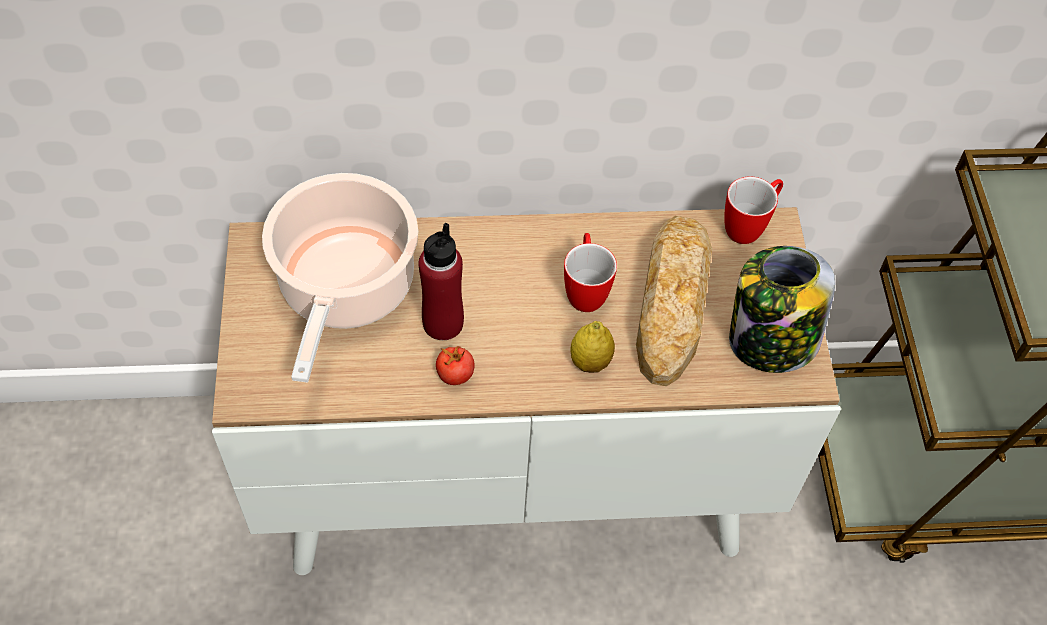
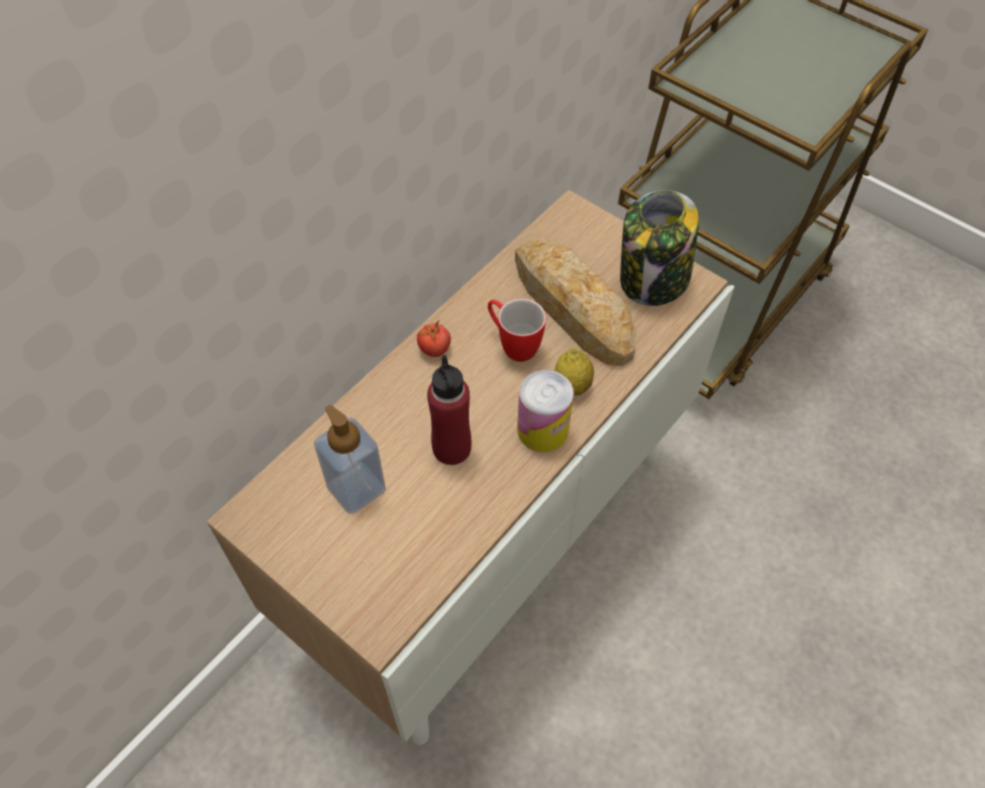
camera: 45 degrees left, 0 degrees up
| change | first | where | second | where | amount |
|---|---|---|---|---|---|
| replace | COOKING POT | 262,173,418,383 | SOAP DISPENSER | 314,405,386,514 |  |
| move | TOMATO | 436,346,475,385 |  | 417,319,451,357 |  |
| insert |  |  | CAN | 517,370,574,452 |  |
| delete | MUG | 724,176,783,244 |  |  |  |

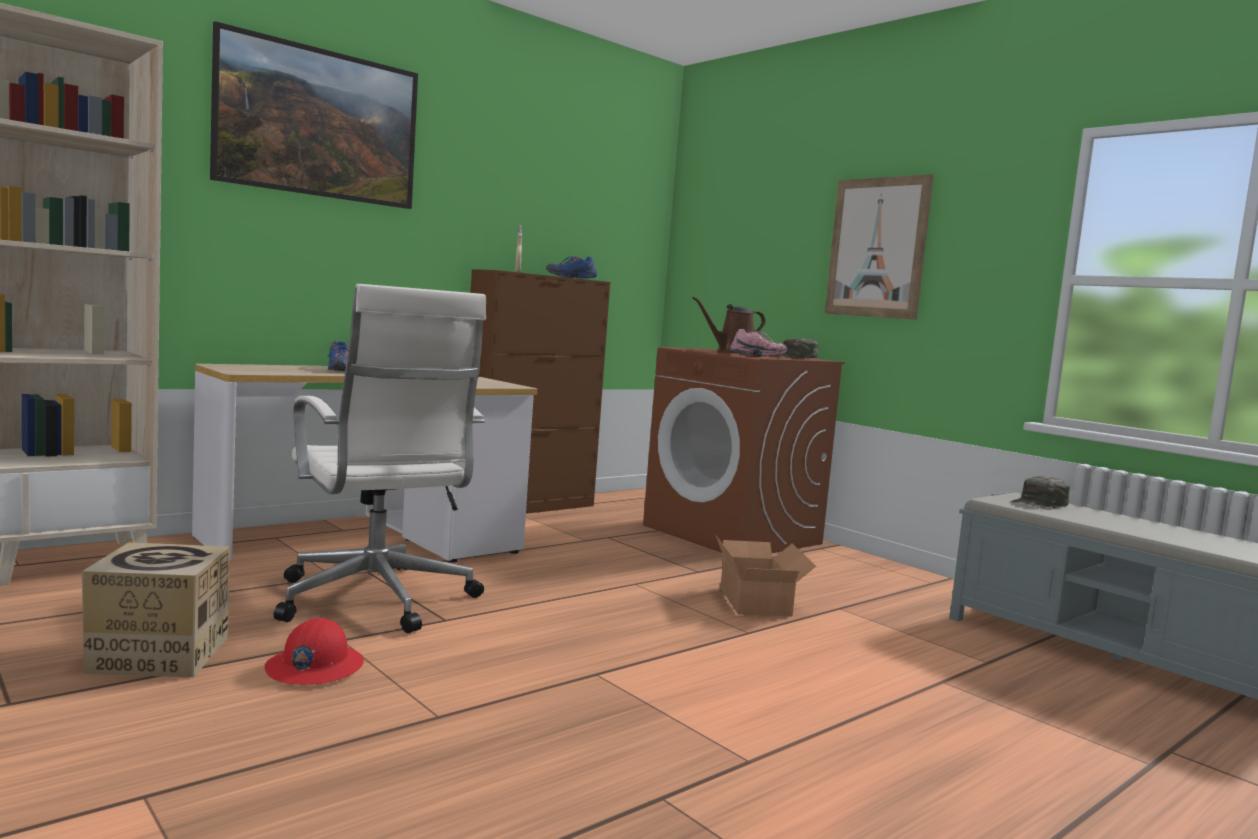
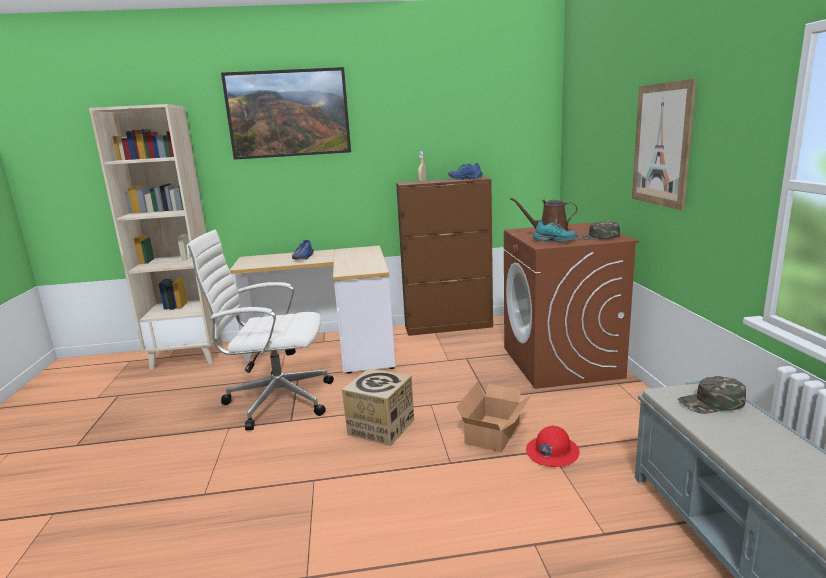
camera: 35 degrees right, 10 degrees up
| change | first | where | second | where | amount |
|---|---|---|---|---|---|
| rotate | WHITE OFFICE CHAIR | 274,284,486,633 |  | 187,230,334,430 | 90 degrees clockwise |
| move | CARDBOARD BOX | 82,542,230,677 |  | 342,368,414,446 |  |
| move | RED HARD HAT | 265,618,364,685 |  | 526,426,580,467 |  |
| recolor | PINK SHOE | 730,329,787,356 | TURQUOISE SHOE | 533,221,578,242 |  |

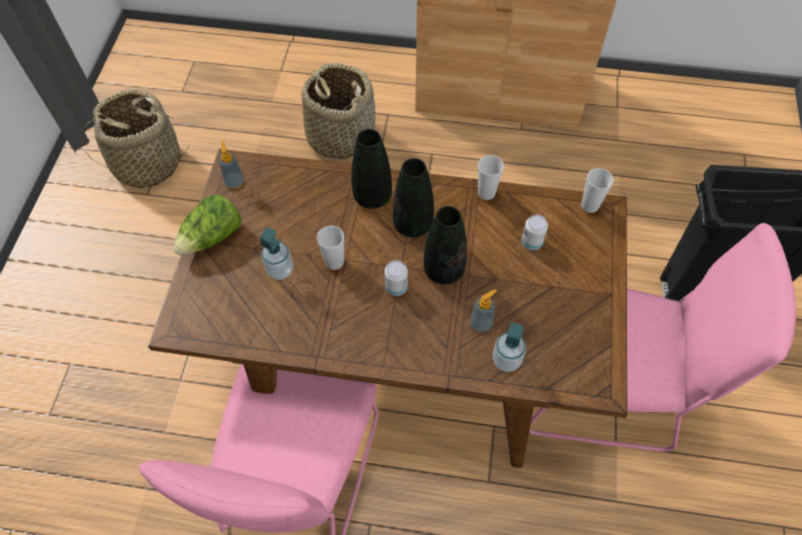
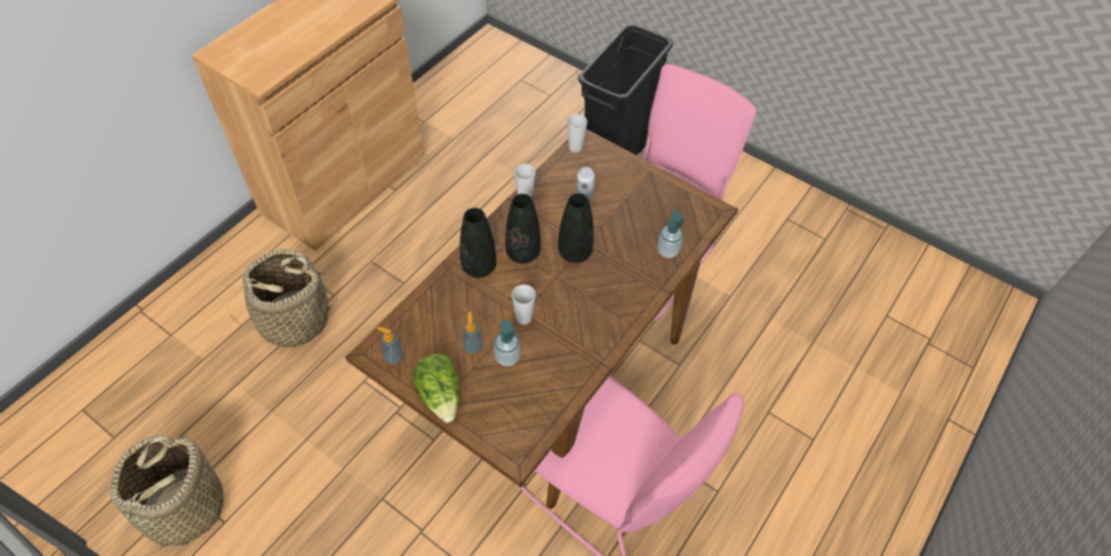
camera: 65 degrees left, 5 degrees down
| change | first | where | second | where | amount |
|---|---|---|---|---|---|
| move | SOAP DISPENSER | 470,289,497,332 |  | 462,311,483,354 |  |
| delete | CAN | 384,260,408,296 |  |  |  |

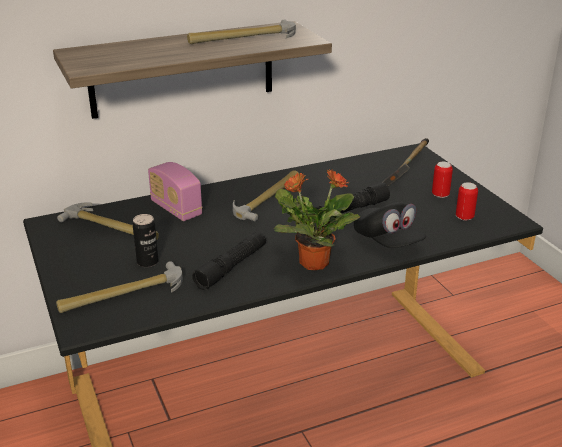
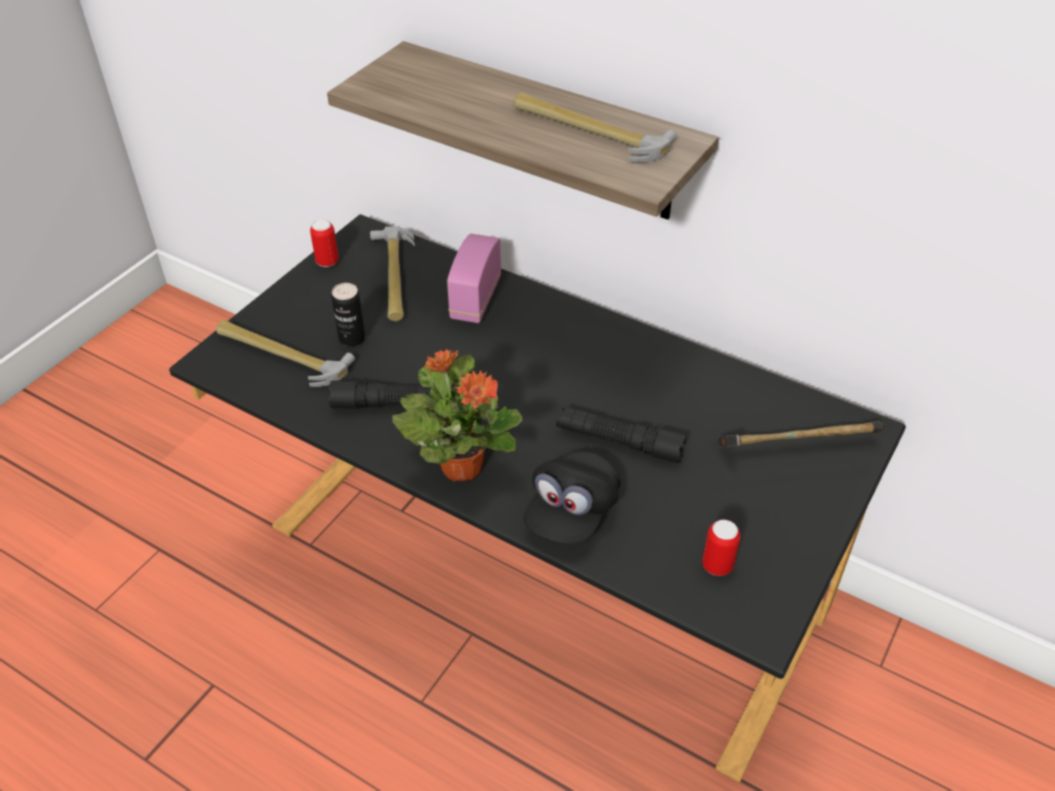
camera: 55 degrees right, 15 degrees up
| change | first | where | second | where | amount |
|---|---|---|---|---|---|
| move | CAN | 432,162,453,198 |  | 310,220,339,267 |  |
| delete | HAMMER | 233,170,299,221 |  |  |  |

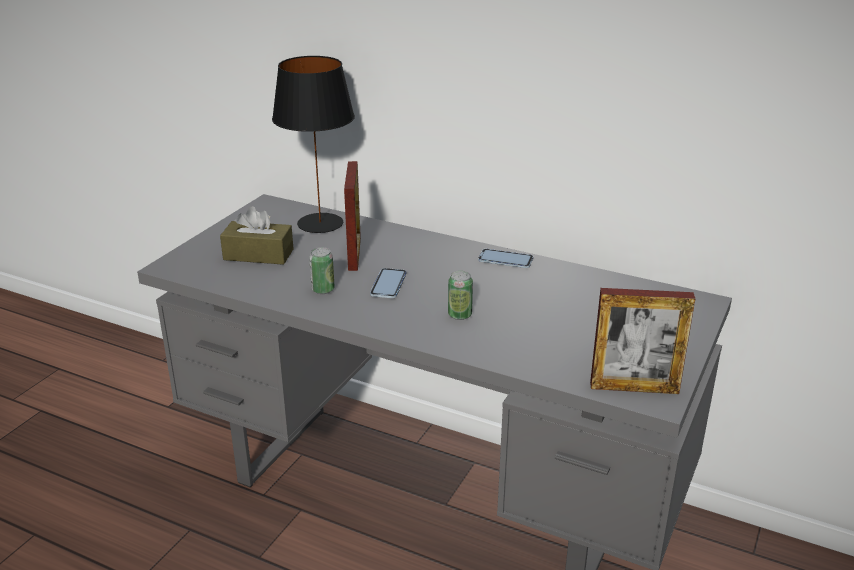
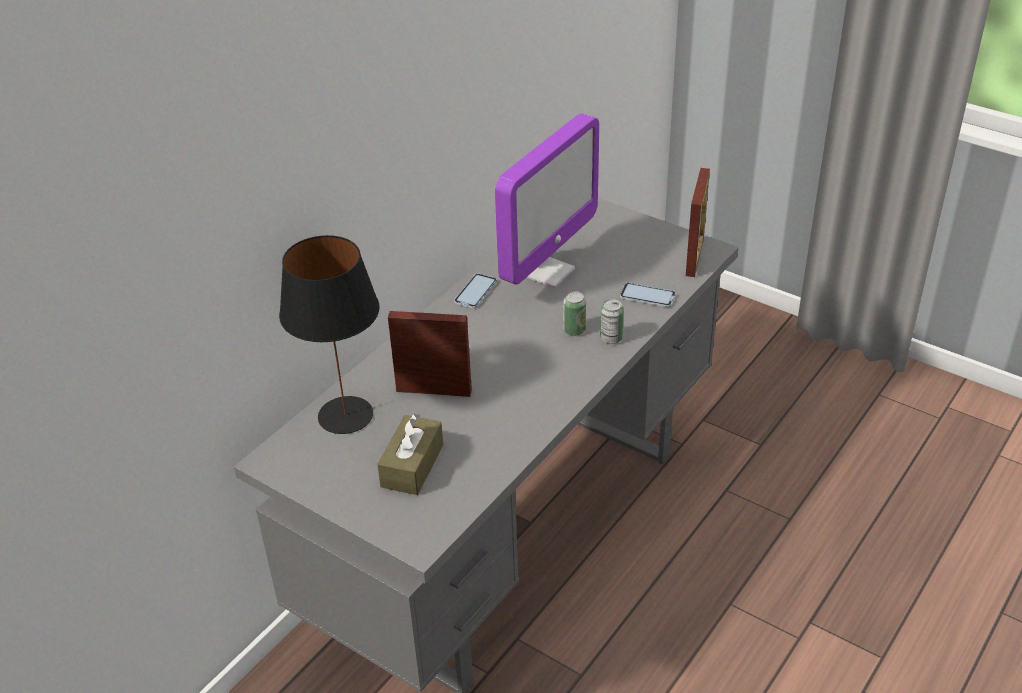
camera: 80 degrees left, 10 degrees up
| change | first | where | second | where | amount |
|---|---|---|---|---|---|
| insert |  |  | MONITOR | 495,113,599,288 |  |
| move | CAN | 309,247,335,294 |  | 600,299,624,344 |  |
| move | PHONE | 370,268,406,298 |  | 620,283,676,307 |  |

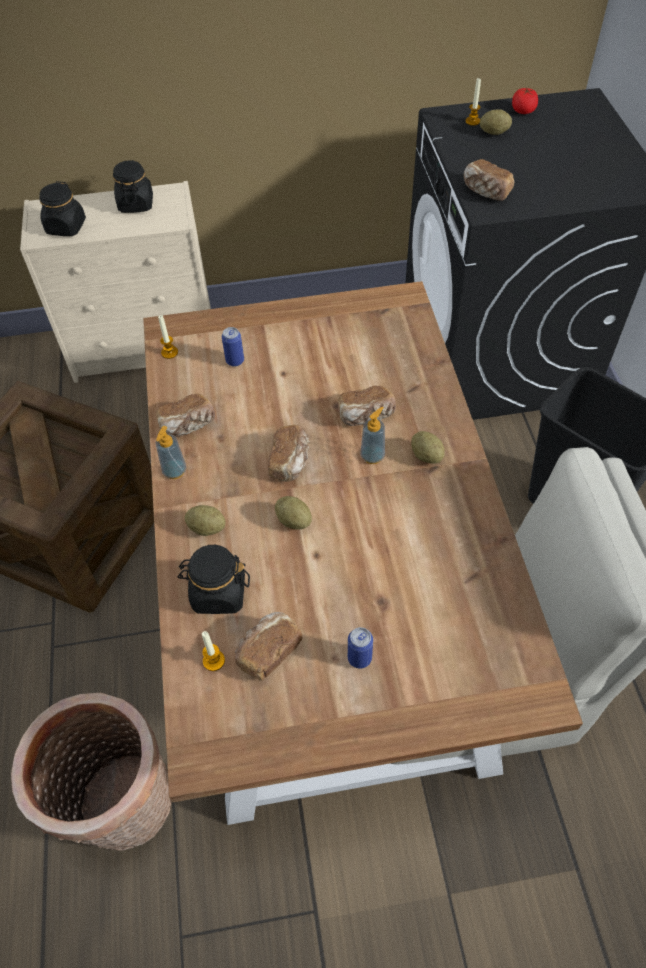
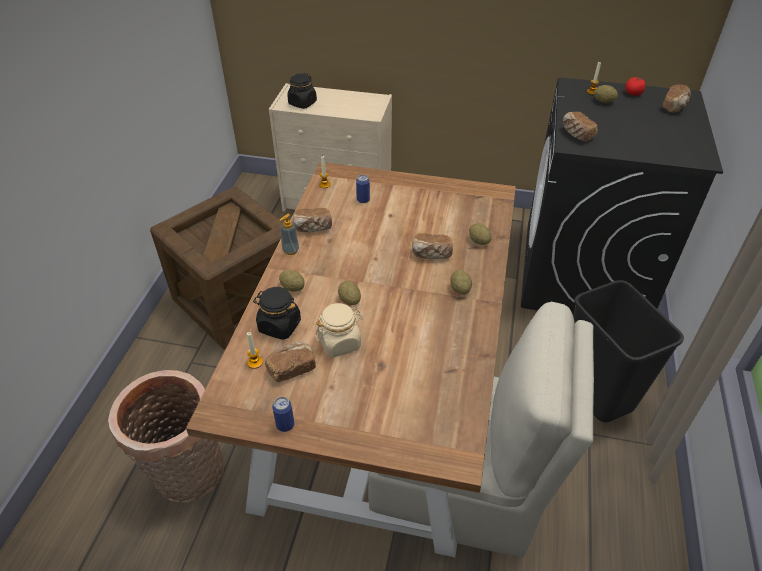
camera: 20 degrees right, 10 degrees down
| change | first | where | second | where | amount |
|---|---|---|---|---|---|
| move | CAN | 348,627,373,669 |  | 272,397,294,432 |  |
| insert |  |  | BEIGE JAR | 315,303,363,358 |  |
| insert |  |  | POTATO | 469,223,492,245 |  |
| move | BREAD | 268,425,310,482 |  | 663,85,691,113 |  |
| delete | BLACK JAR | 113,160,153,213 |  |  |  |
| delete | SOAP DISPENSER | 360,407,385,464 |  |  |  |

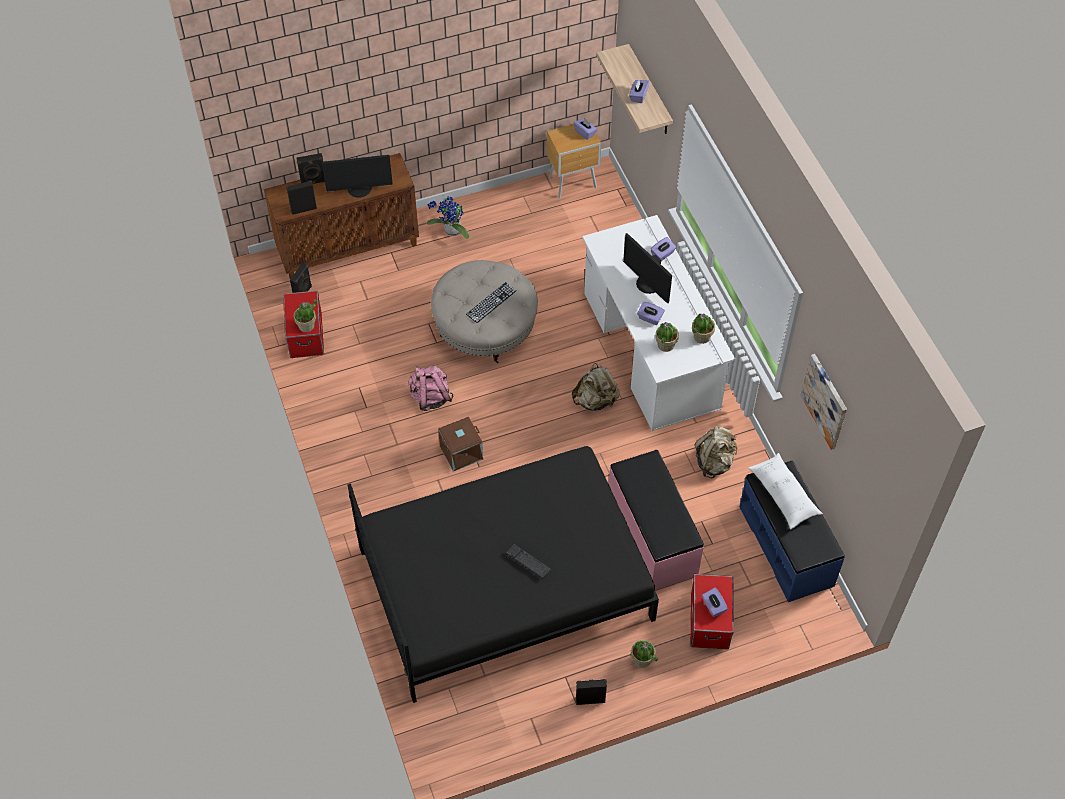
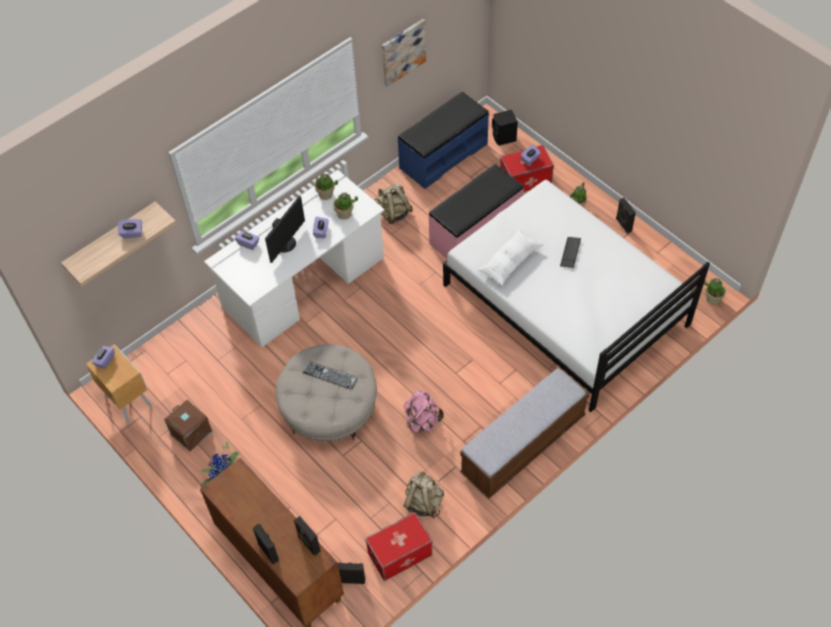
camera: 110 degrees left, 0 degrees up
| change | first | where | second | where | amount |
|---|---|---|---|---|---|
| move | BROWN STORAGE BOX | 438,417,483,472 |  | 164,400,212,451 |  |
| move | BEIGE BACKPACK | 572,363,620,411 |  | 403,470,444,519 |  |
| recolor | BLACK BED | 347,446,659,703 | WHITE BED | 443,180,710,412 |  |
| insert |  |  | BENCH | 460,368,590,499 |  |
| move | WHITE PILLOW | 748,453,823,530 |  | 478,229,543,286 |  |
| insert |  |  | BLACK SPEAKER | 492,110,518,146 |  |
| move | POTTED PLANT | 293,299,317,332 |  | 704,277,726,305 |  |
| delete | MONITOR | 322,155,393,198 |  |  |  |

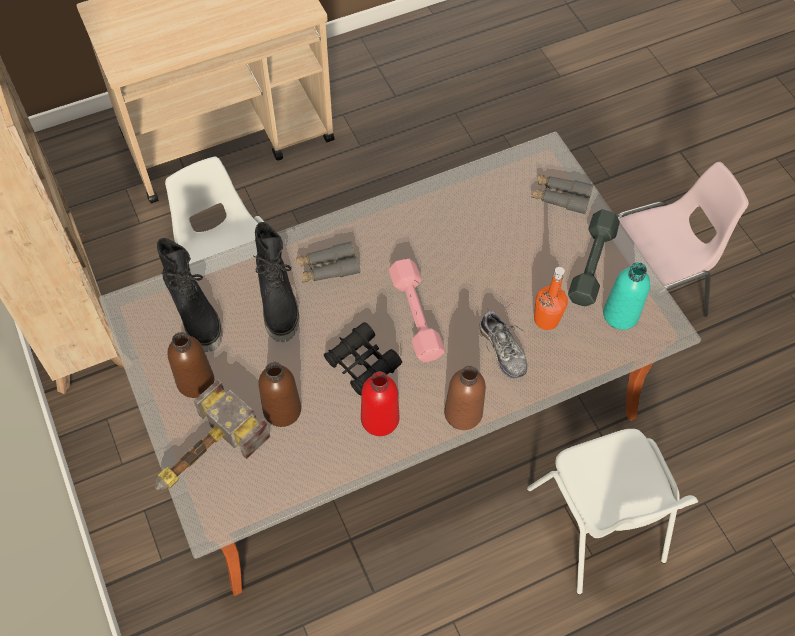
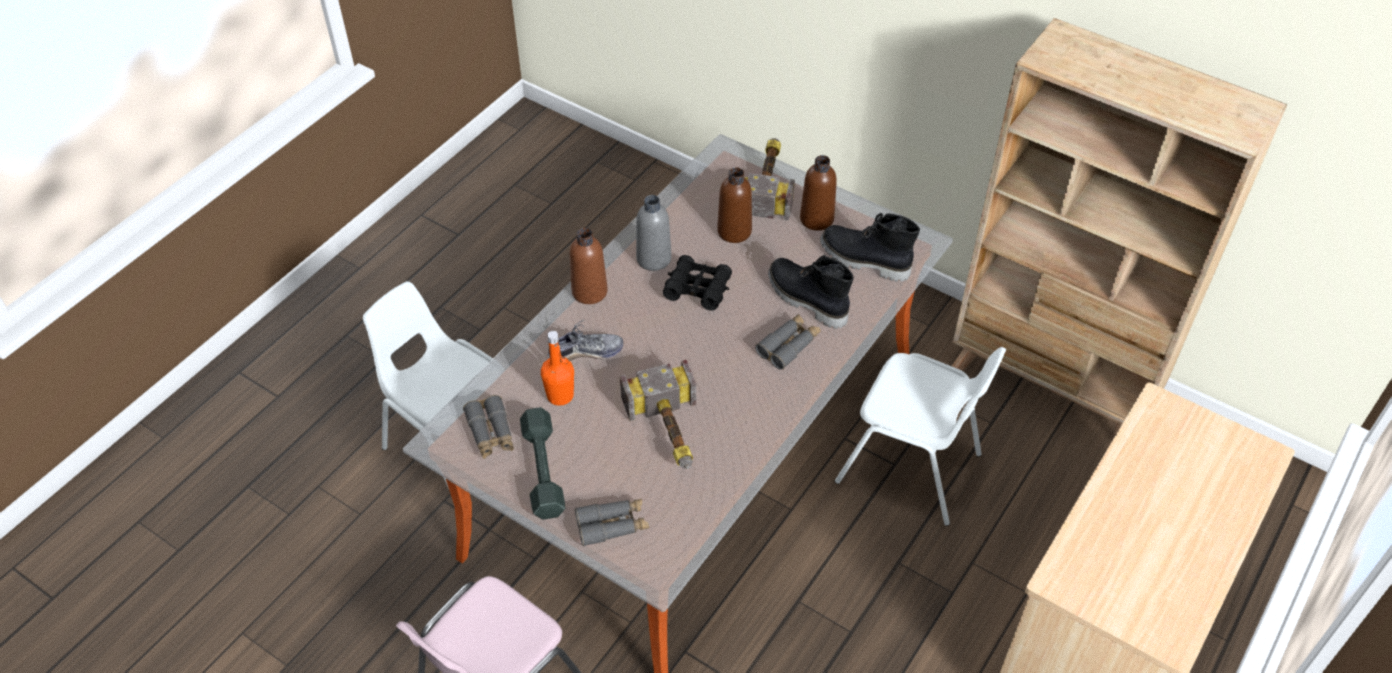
camera: 150 degrees right, 10 degrees down
| change | first | where | second | where | amount |
|---|---|---|---|---|---|
| replace | TURQUOISE BOTTLE | 603,262,650,330 | GREY BINOCULARS | 463,395,514,459 |  |
| rotate | SHOE | 479,308,528,378 |  | 547,320,623,361 | 135 degrees clockwise |
| insert |  |  | HAMMER | 620,360,696,469 |  |
| recolor | RED BOTTLE | 361,371,399,436 | GREY BOTTLE | 636,195,672,271 |  |
| delete | PINK DUMBBELL | 389,258,445,362 |  |  |  |

